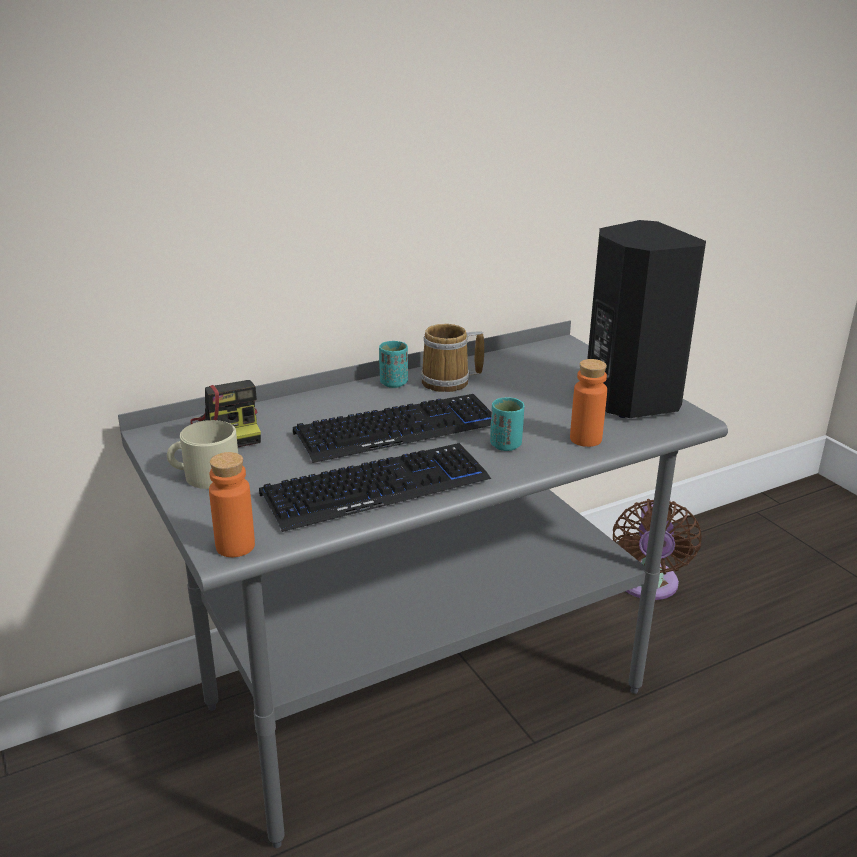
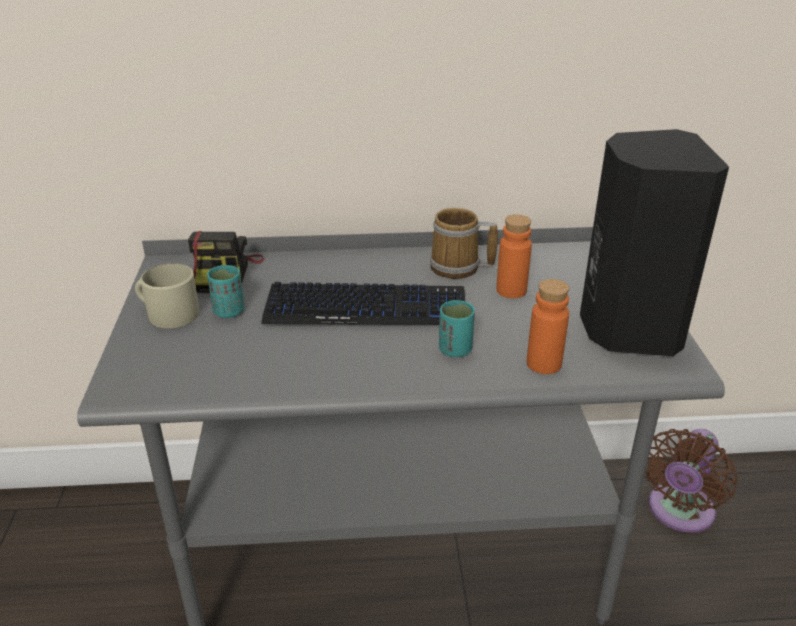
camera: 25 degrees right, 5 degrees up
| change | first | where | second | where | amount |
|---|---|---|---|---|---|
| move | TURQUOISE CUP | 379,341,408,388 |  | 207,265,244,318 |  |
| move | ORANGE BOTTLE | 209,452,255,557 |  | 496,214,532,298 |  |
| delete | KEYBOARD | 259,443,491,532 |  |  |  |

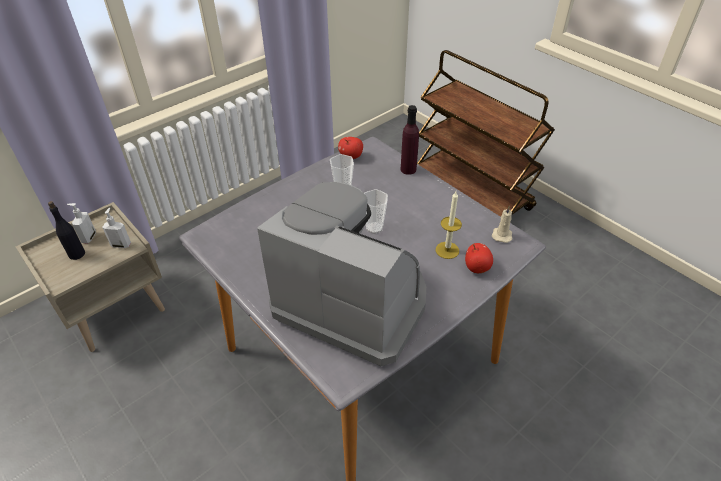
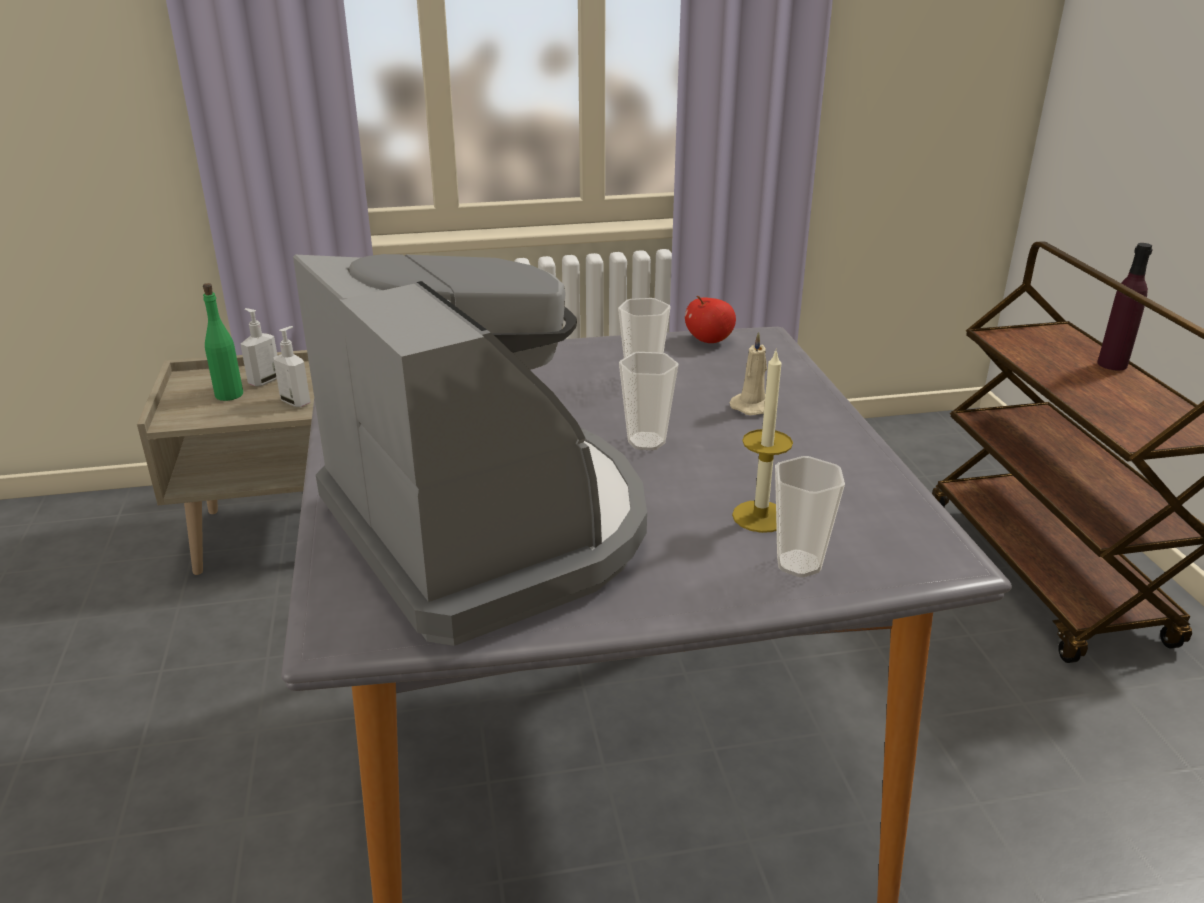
camera: 30 degrees right, 15 degrees down
| change | first | where | second | where | amount |
|---|---|---|---|---|---|
| recolor | BLACK BOTTLE | 48,201,85,260 | GREEN BOTTLE | 203,283,243,401 |  |
| move | BEIGE CANDLE | 492,206,512,243 |  | 729,332,767,415 |  |
| replace | APPLE | 465,243,493,273 | CUP | 775,456,845,577 |  |
| move | PURPLE BOTTLE | 400,105,419,175 |  | 1097,243,1153,370 |  |

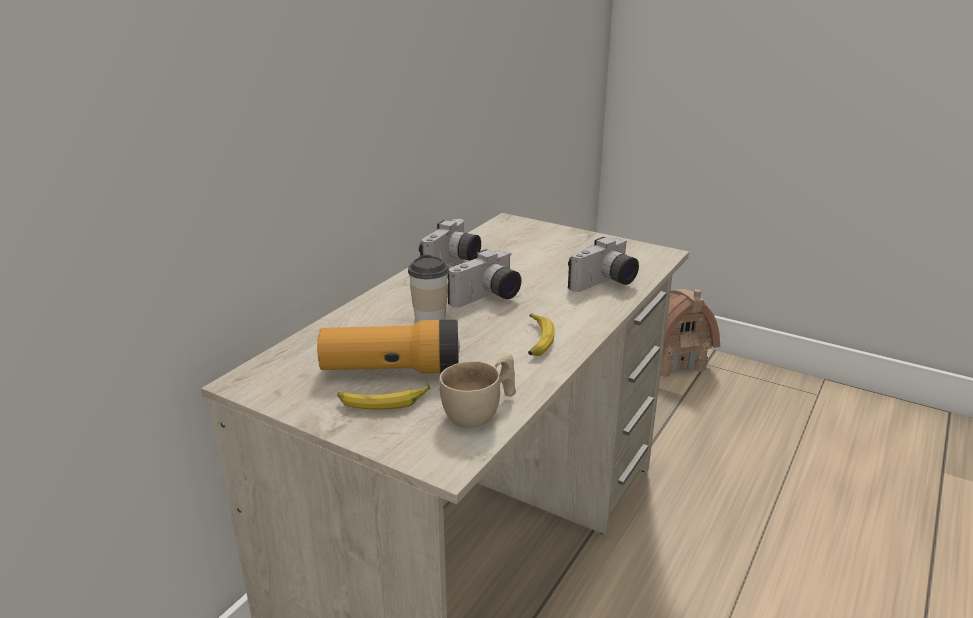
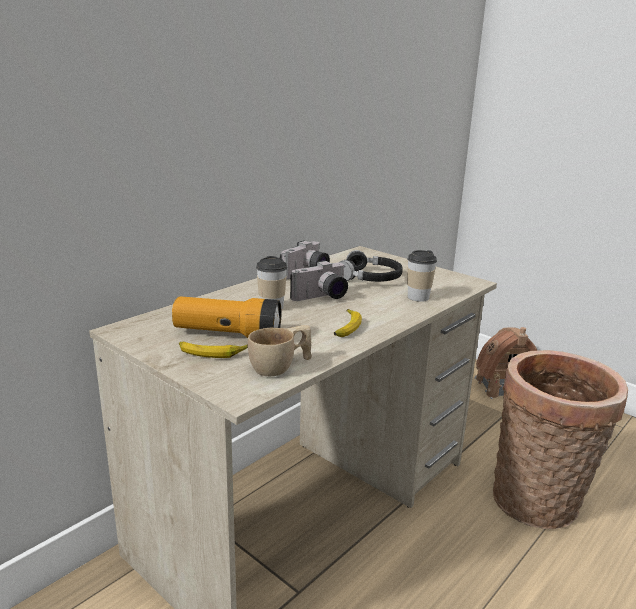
camera: 10 degrees right, 5 degrees down
| change | first | where | second | where | amount |
|---|---|---|---|---|---|
| insert |  |  | BLACK HEADPHONES | 338,250,403,282 |  |
| replace | PHOTO CAMERA | 568,237,639,292 | CUP | 407,250,437,302 |  |
| insert |  |  | BASKET | 493,350,628,529 |  |

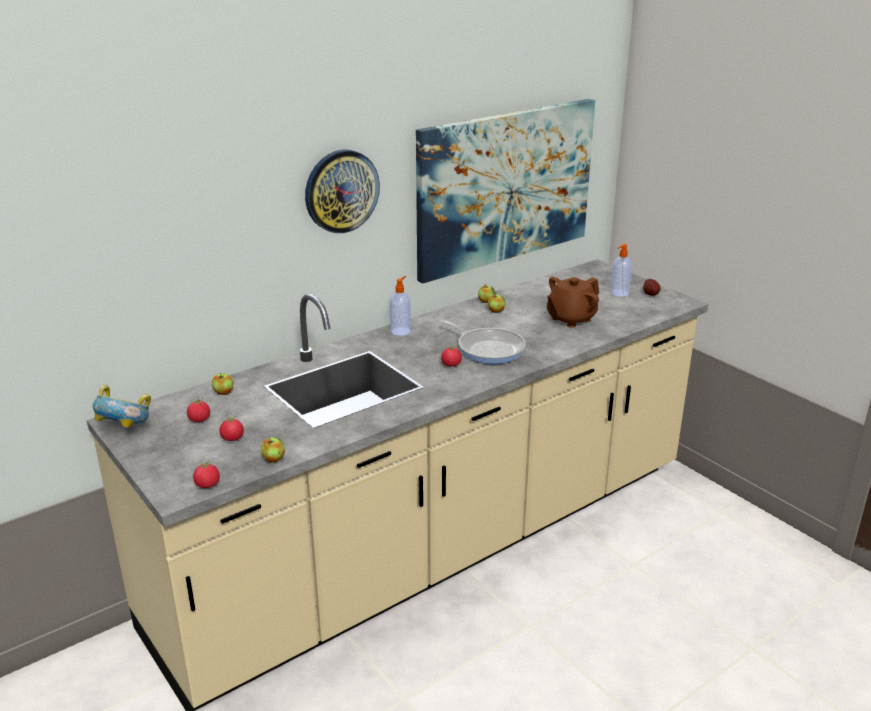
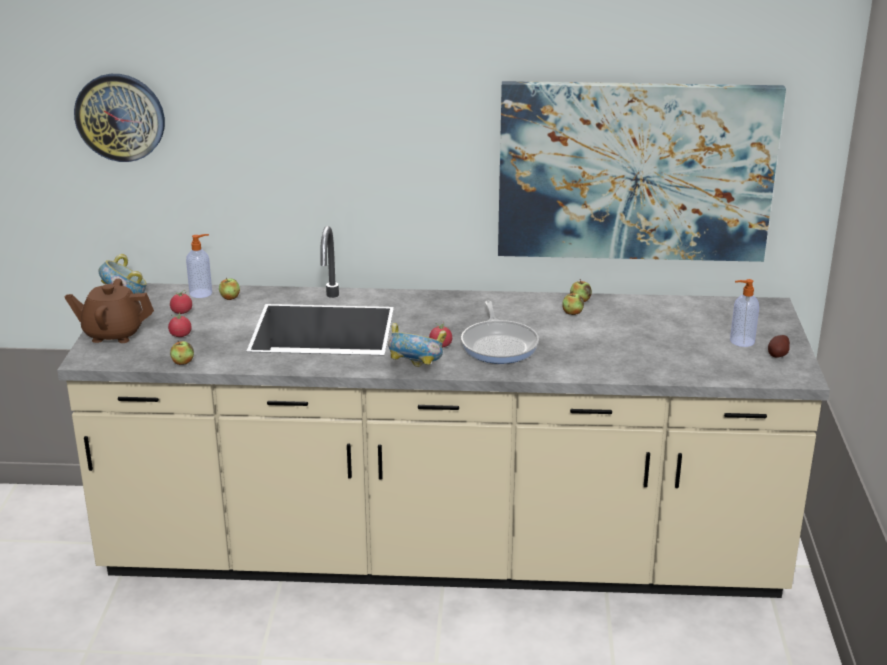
camera: 40 degrees right, 0 degrees up
| change | first | where | second | where | amount |
|---|---|---|---|---|---|
| move | BROWN TEAPOT | 547,277,599,328 |  | 65,279,154,343 |  |
| move | WALL CLOCK | 305,149,380,233 |  | 74,74,165,162 |  |
| move | SOAP DISPENSER | 390,276,411,336 |  | 186,234,212,298 |  |
| insert |  |  | BOWL | 388,323,447,367 |  |
| delete | TOMATO | 193,459,220,488 |  |  |  |

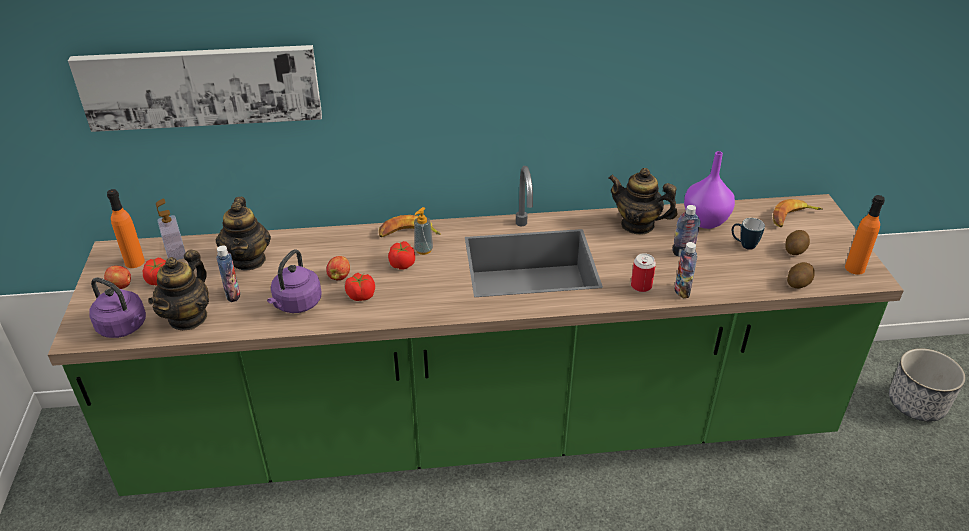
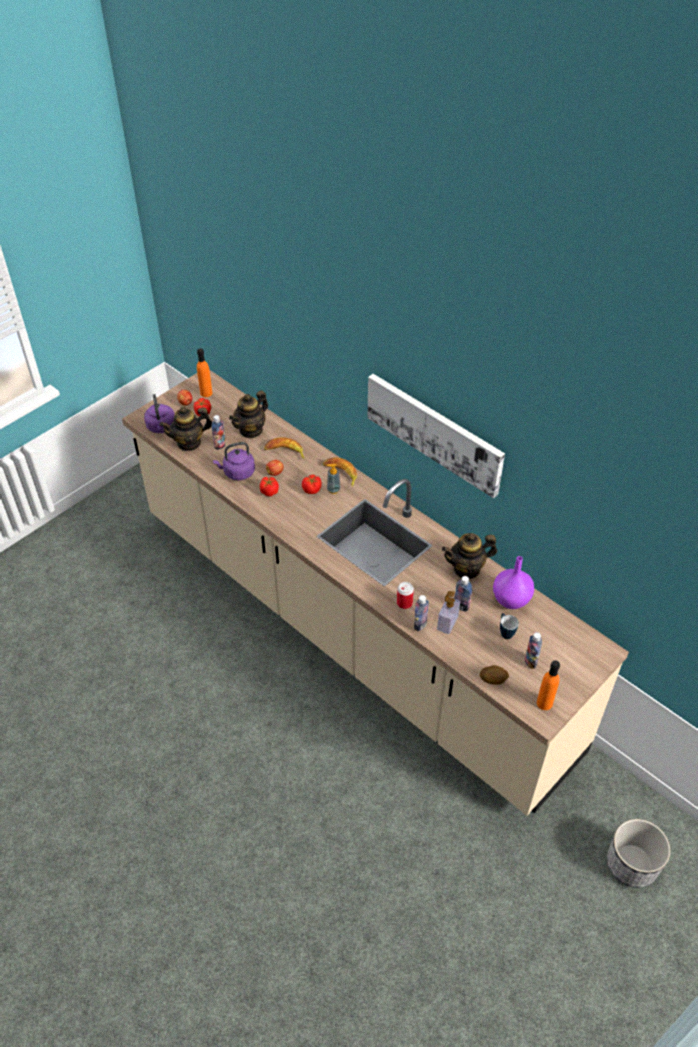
camera: 50 degrees right, 10 degrees up
| change | first | where | second | where | amount |
|---|---|---|---|---|---|
| recolor | GREEN COUNTER | 48,166,904,496 | BEIGE COUNTER | 122,370,629,816 |  |
| move | BANANA | 773,199,823,227 |  | 264,437,305,459 |  |
| move | PICTURE | 68,45,322,132 |  | 367,374,505,498 |  |
| move | SOAP DISPENSER | 156,199,186,260 |  | 437,591,460,634 |  |
| rotate | TEAPOT | 608,168,677,235 |  | 442,533,497,579 | 90 degrees counterclockwise |
| replace | POTATO | 785,230,810,255 | BOTTLE | 525,632,542,669 |  |

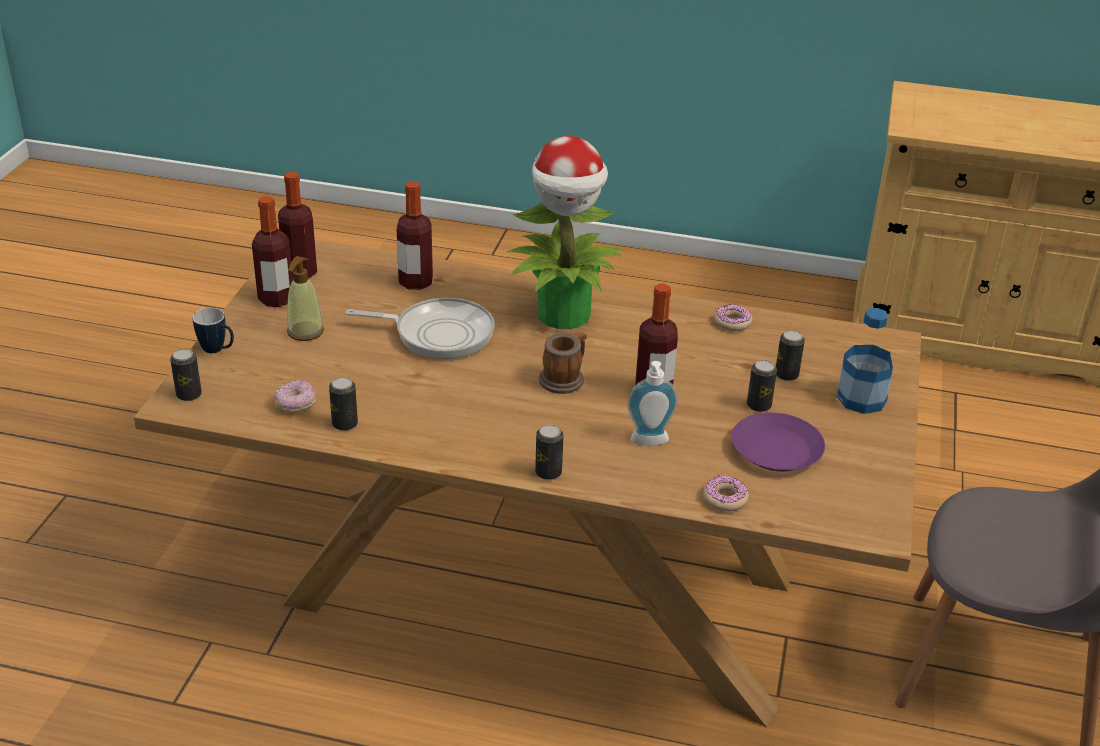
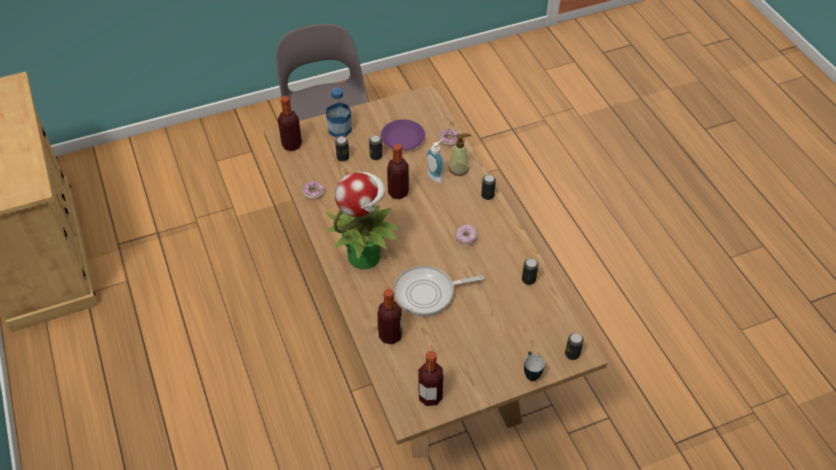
camera: 125 degrees left, 15 degrees up
| change | first | where | second | where | amount |
|---|---|---|---|---|---|
| move | BOTTLE | 252,196,293,307 |  | 278,96,302,151 |  |
| rotate | FRYING PAN | 346,298,495,359 |  | 394,266,484,316 | 75 degrees counterclockwise |
| move | SOAP DISPENSER | 287,256,324,341 |  | 449,133,471,176 |  |
| move | DONUT | 274,379,316,413 |  | 455,224,478,246 |  |
| delete | MUG | 539,333,587,394 |  |  |  |

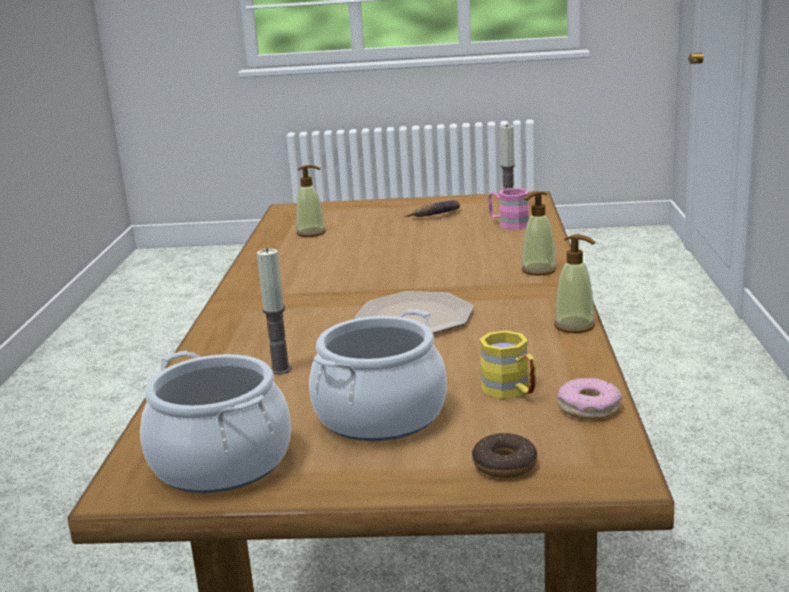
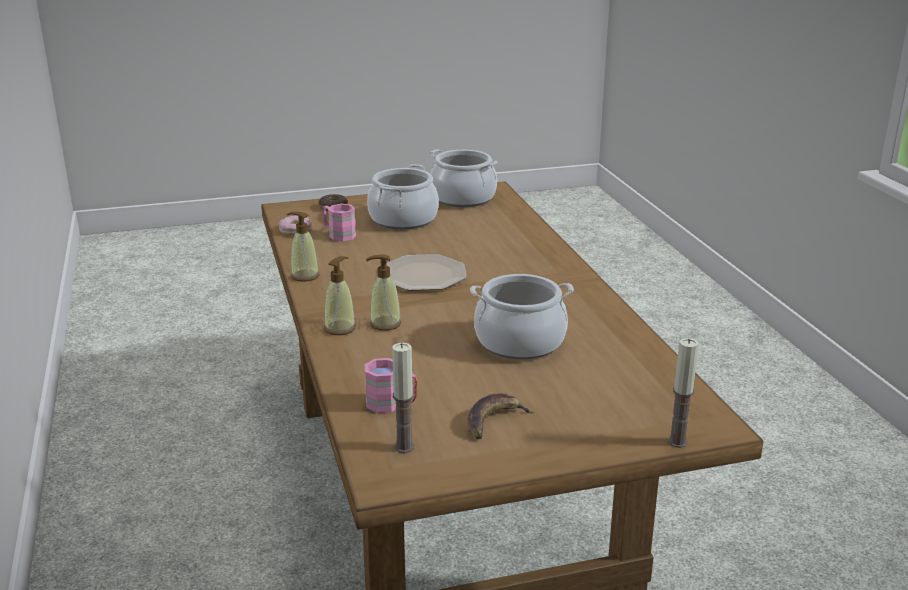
camera: 160 degrees right, 5 degrees up
| change | first | where | second | where | amount |
|---|---|---|---|---|---|
| recolor | YELLOW MUG | 479,330,536,399 | PINK MUG | 323,204,356,241 |  |
| move | SOAP DISPENSER | 296,165,326,237 |  | 366,254,401,331 |  |
| insert |  |  | COOKING POT | 470,274,574,359 |  |
| move | CANDLE | 257,248,291,374 |  | 668,338,699,448 |  |

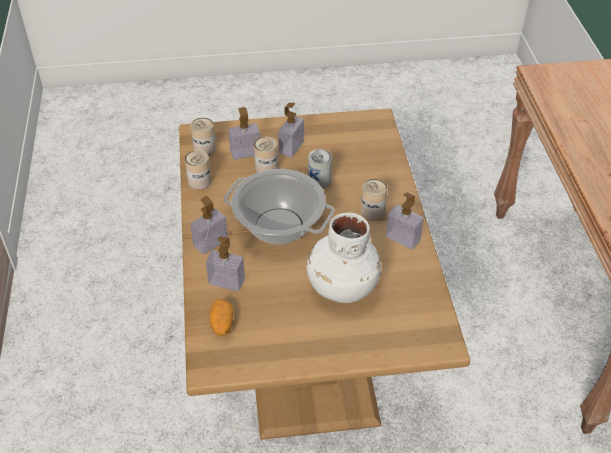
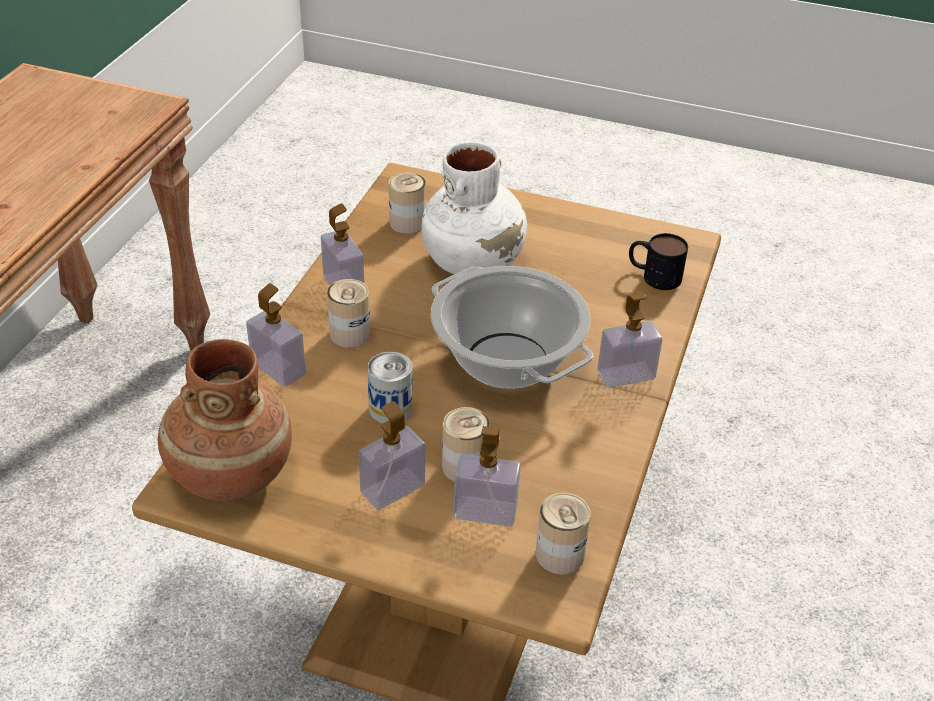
camera: 155 degrees left, 5 degrees down
| change | first | where | second | where | amount |
|---|---|---|---|---|---|
| insert |  |  | BROWN VASE | 158,339,292,502 |  |
| move | SOAP DISPENSER | 206,236,245,291 |  | 246,283,306,387 |  |
| move | CAN | 185,150,211,189 |  | 389,172,426,234 |  |
| replace | POTATO | 209,299,234,336 | MUG | 629,233,688,290 |  |

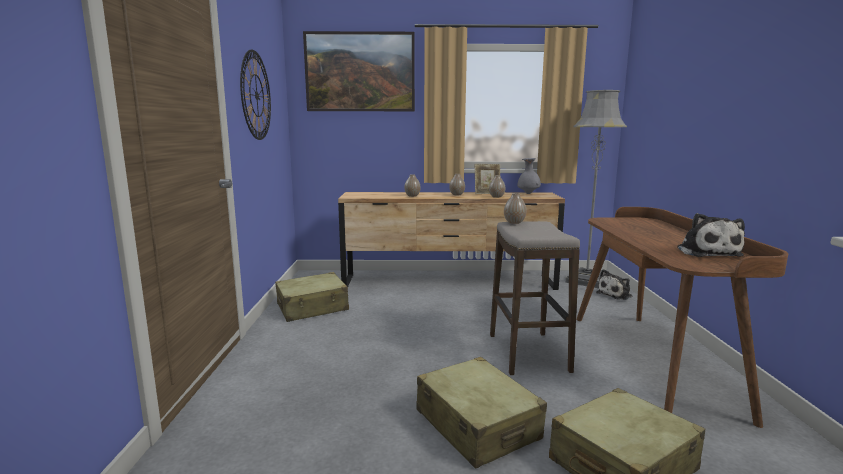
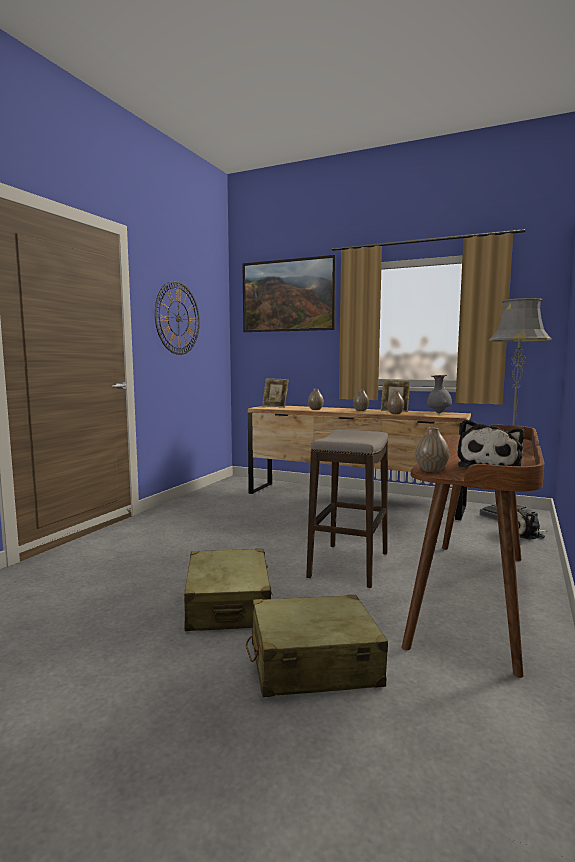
camera: 25 degrees right, 5 degrees down
| change | first | where | second | where | amount |
|---|---|---|---|---|---|
| insert |  |  | PICTURE FRAME | 262,378,289,407 |  |
| move | VASE | 504,193,526,224 |  | 415,427,449,472 |  |
| delete | BEIGE SUITCASE | 275,272,349,322 |  |  |  |

